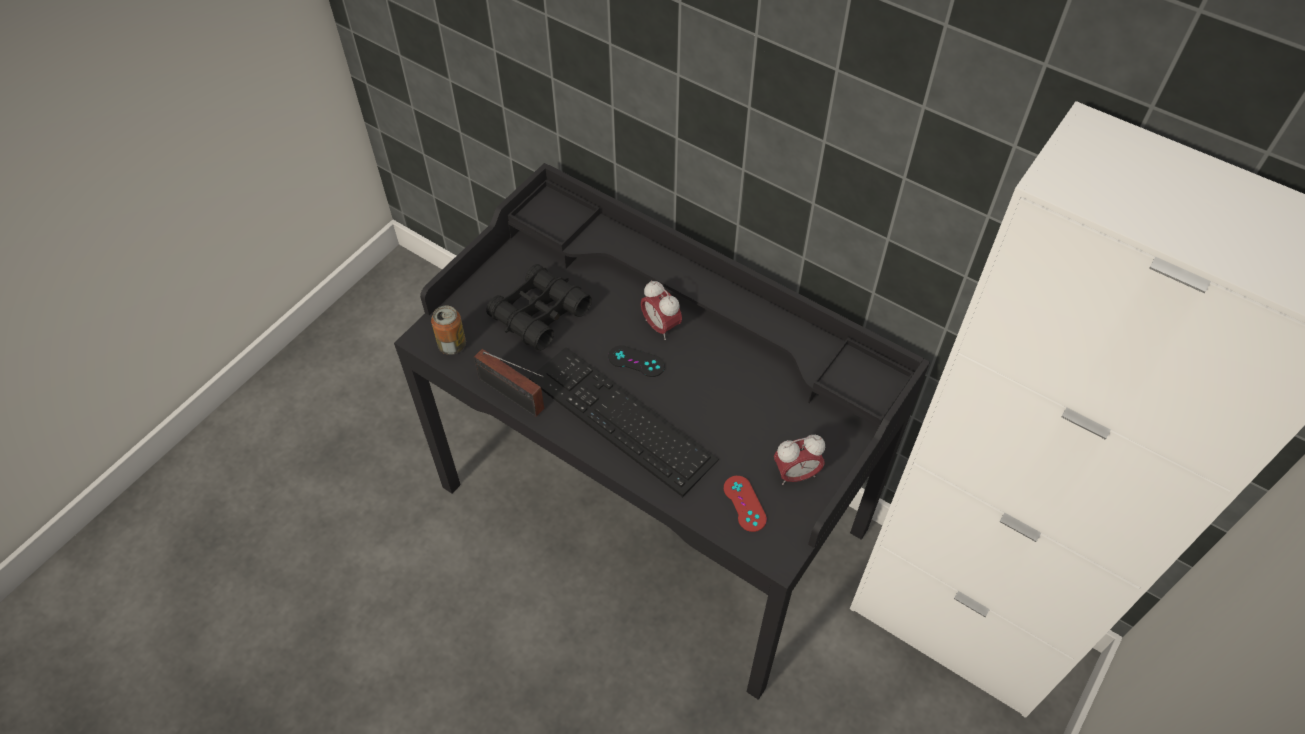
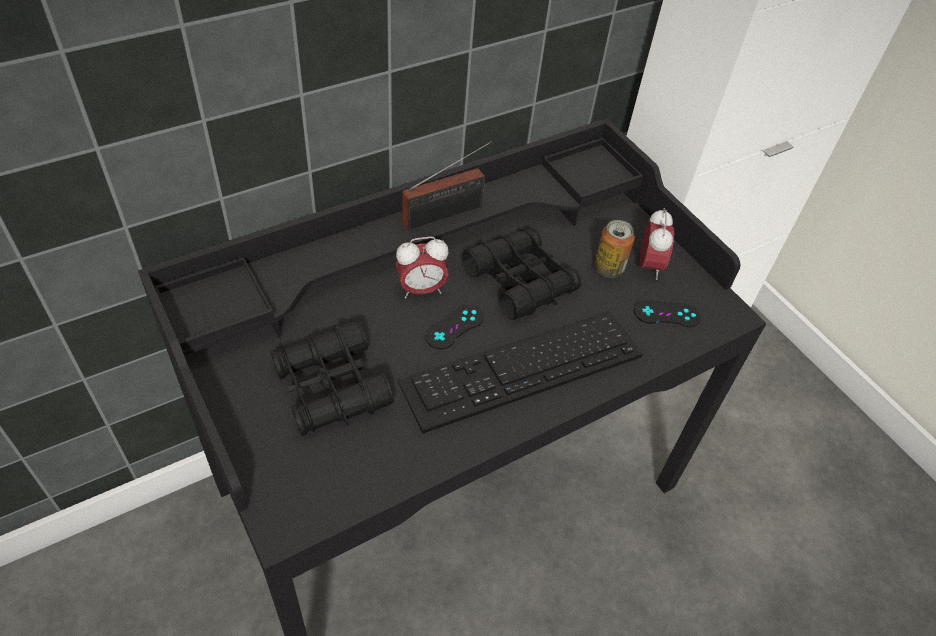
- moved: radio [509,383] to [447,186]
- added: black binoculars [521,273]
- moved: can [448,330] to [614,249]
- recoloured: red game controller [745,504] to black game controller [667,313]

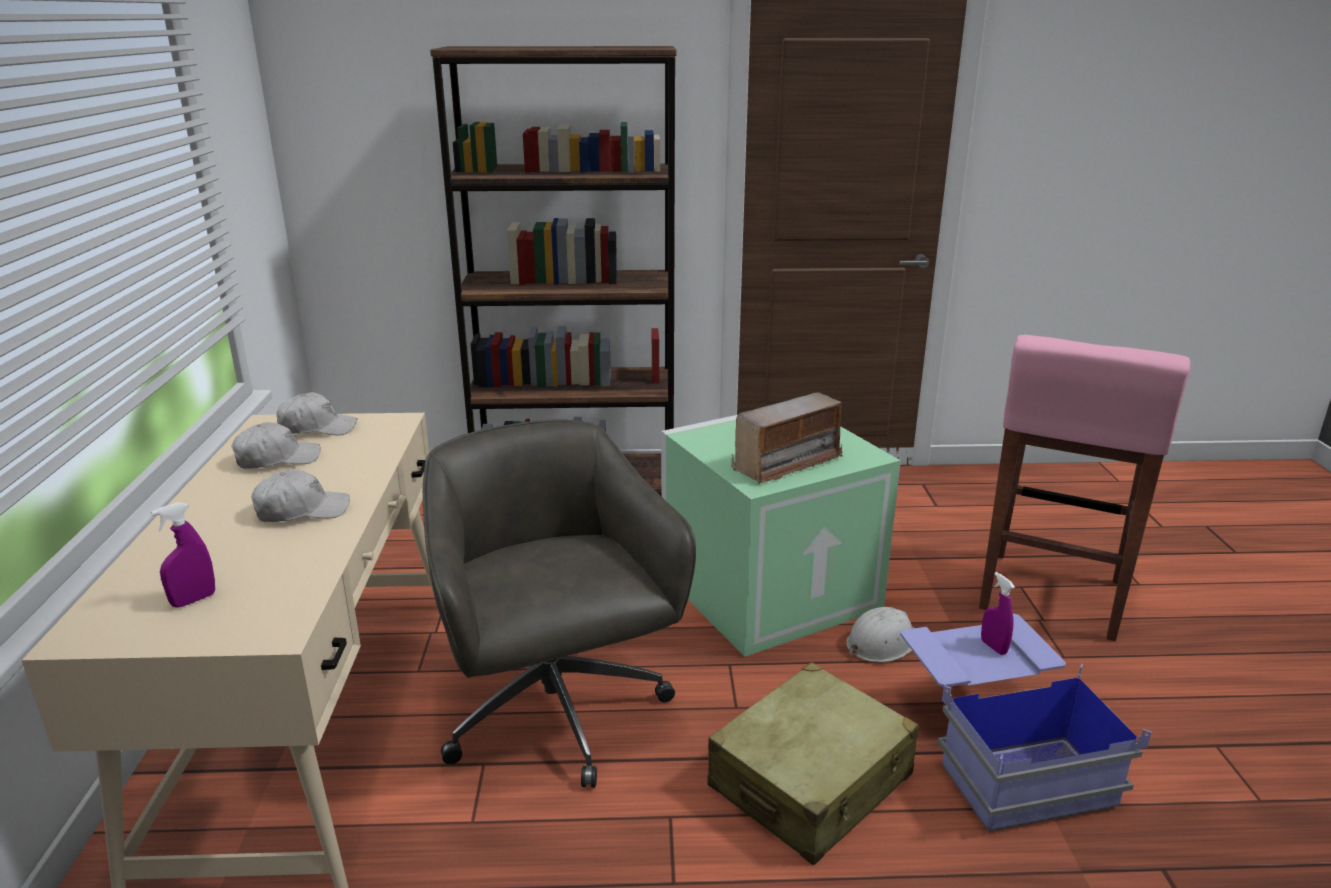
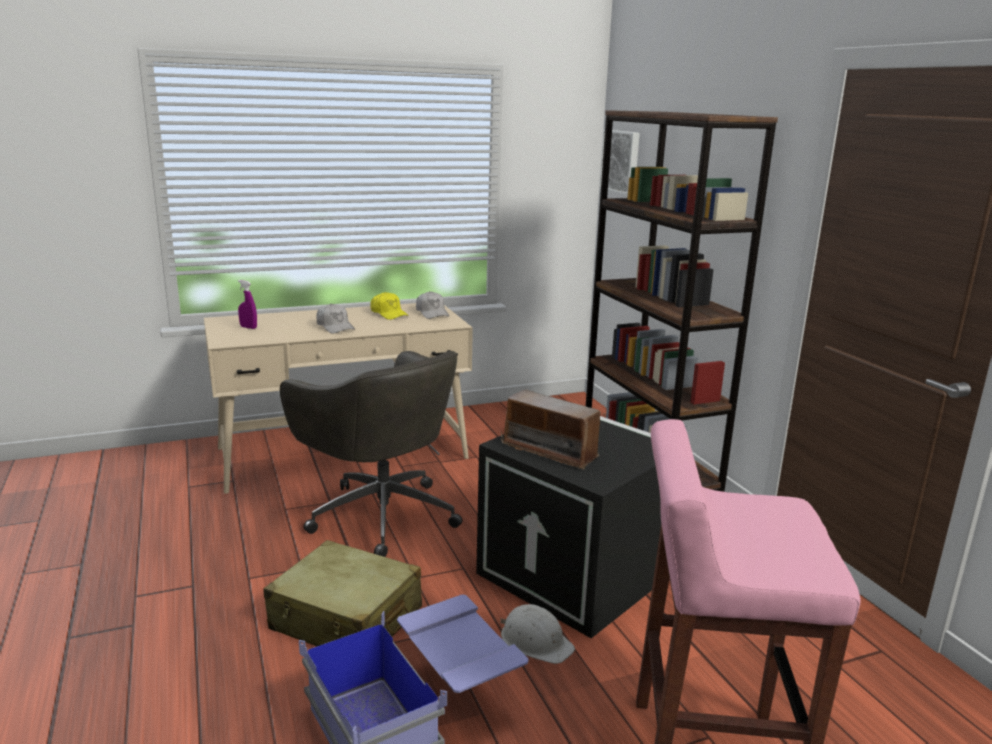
- turned: grey office chair [559,603] = [371,454] 90 degrees clockwise
- recoloured: white cap [276,445] to yellow cap [390,306]
- recoloured: green storage box [781,536] to black storage box [568,527]
- added: picture [619,162]
- removed: purple spray bottle [998,613]

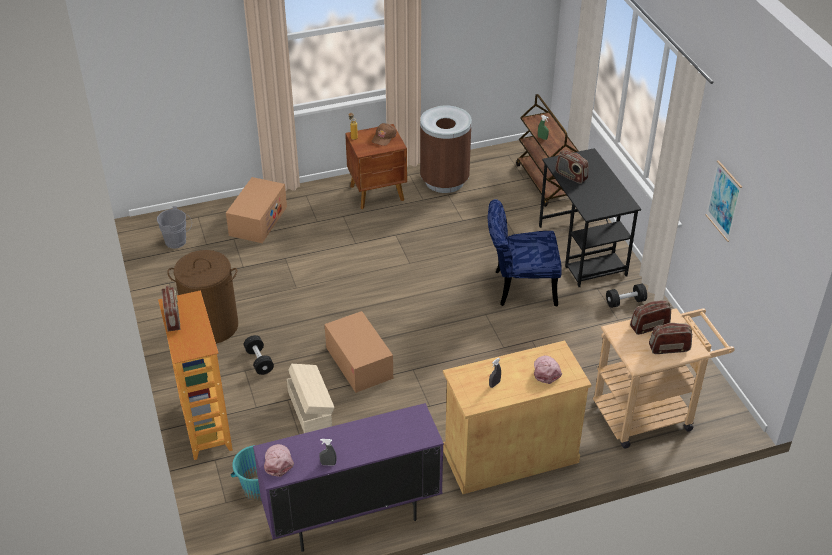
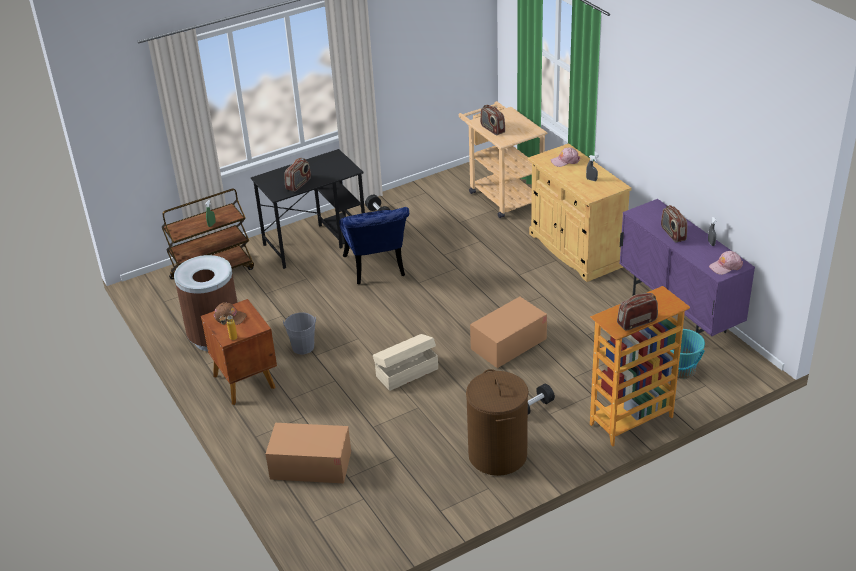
- moved: grey bucket [174,227] to [299,333]
- moved: beige storage box [311,398] to [405,362]
- moved: radio [670,338] to [674,223]
- removed: picture [723,201]

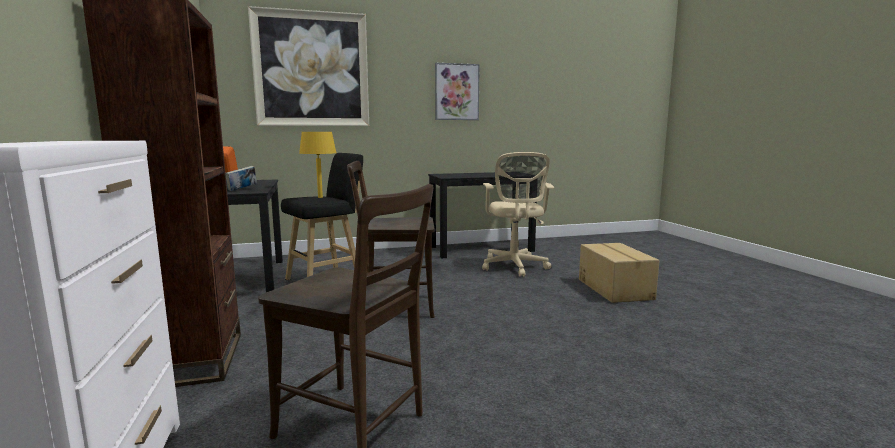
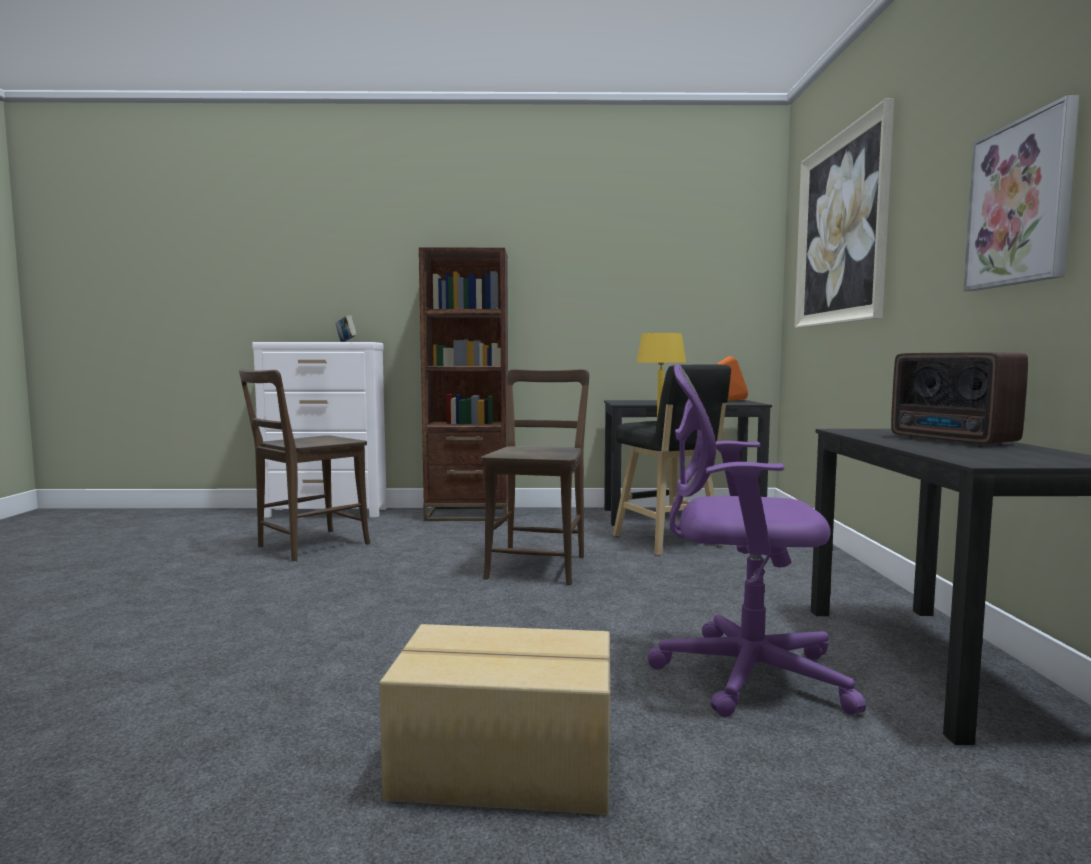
- moved: book [241,178] to [346,328]
- recoloured: beige office chair [518,214] to purple office chair [757,540]
- added: radio [959,399]

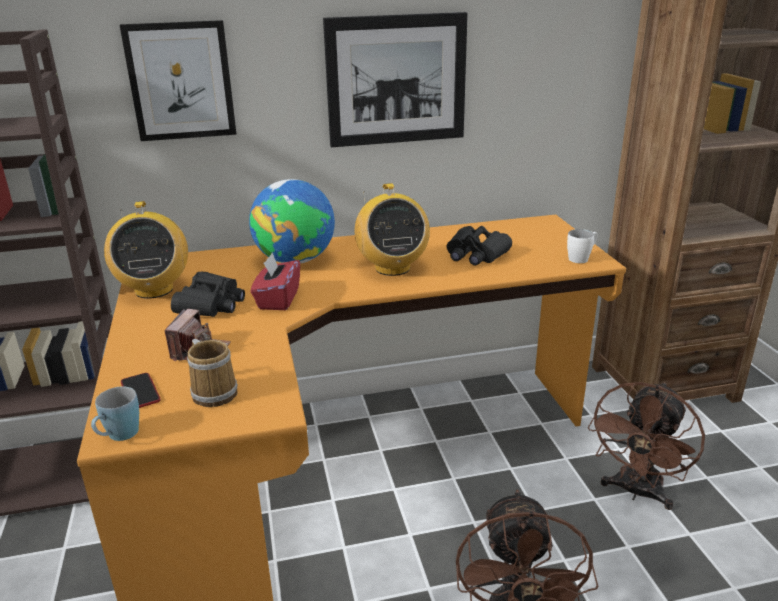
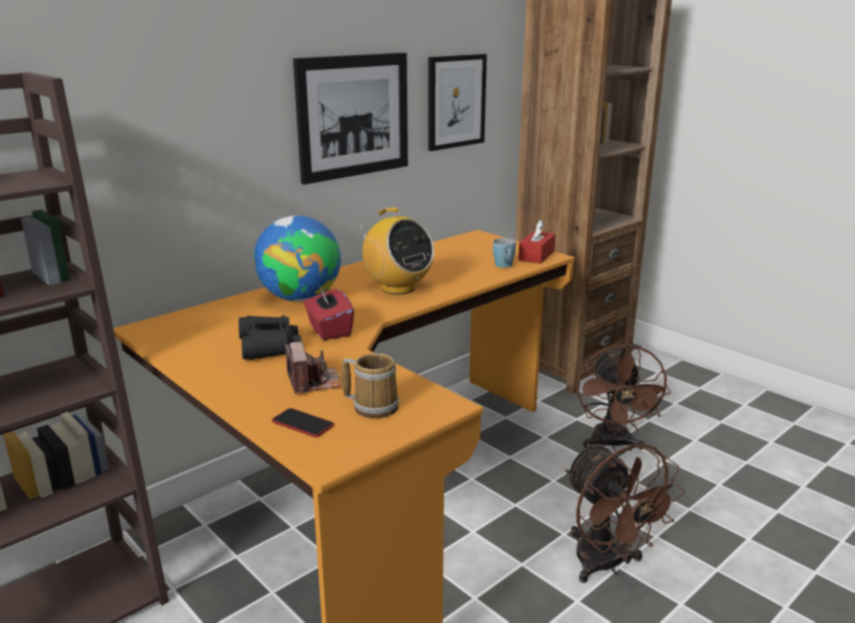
- moved: picture [178,80] to [457,102]
- moved: blue mug [115,413] to [504,253]
- replaced: white mug [582,246] to red tissue box [536,242]
- removed: radio [146,250]
- removed: black binoculars [479,246]

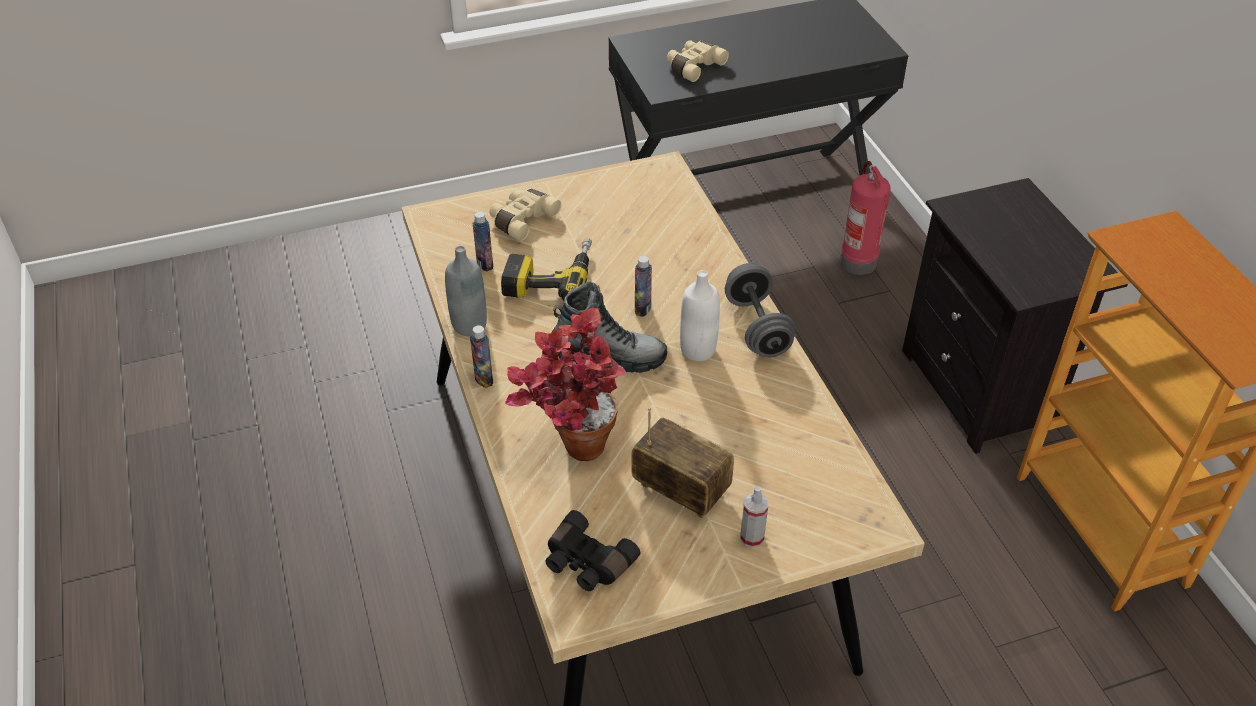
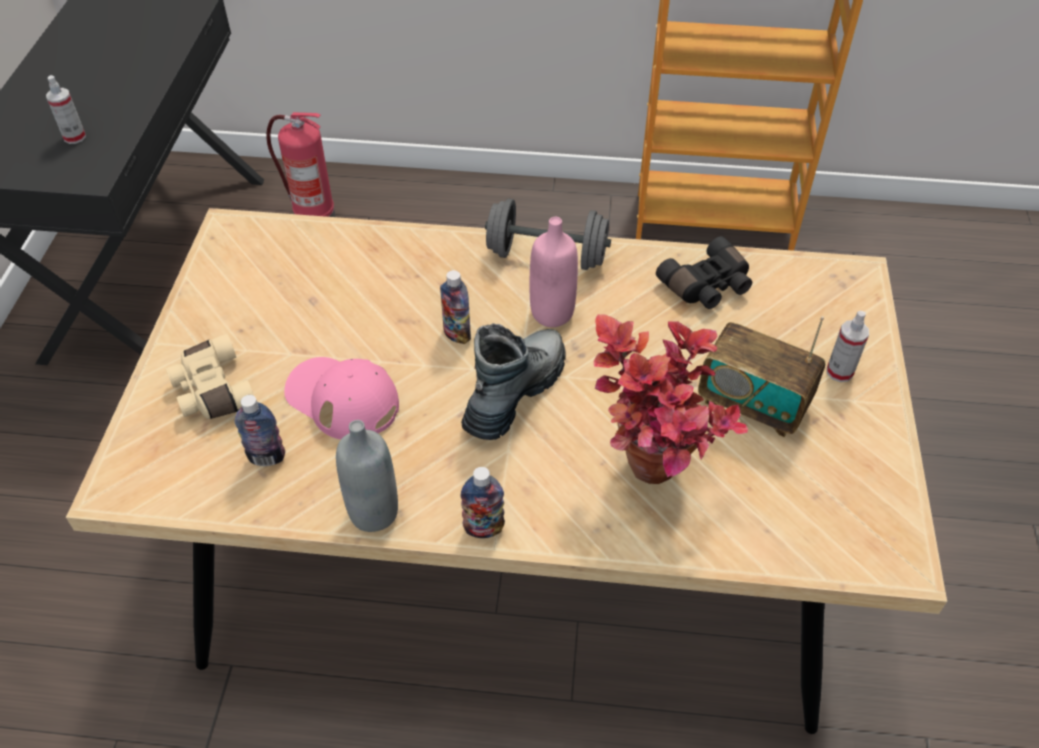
- replaced: beige binoculars [698,61] to spray bottle [66,109]
- replaced: power drill [546,269] to pink cap [341,398]
- recoloured: white bottle [700,315] to pink bottle [553,272]
- moved: black binoculars [592,550] to [704,272]
- turned: radio [682,462] = [761,376] 120 degrees counterclockwise
- removed: black nightstand [1015,316]

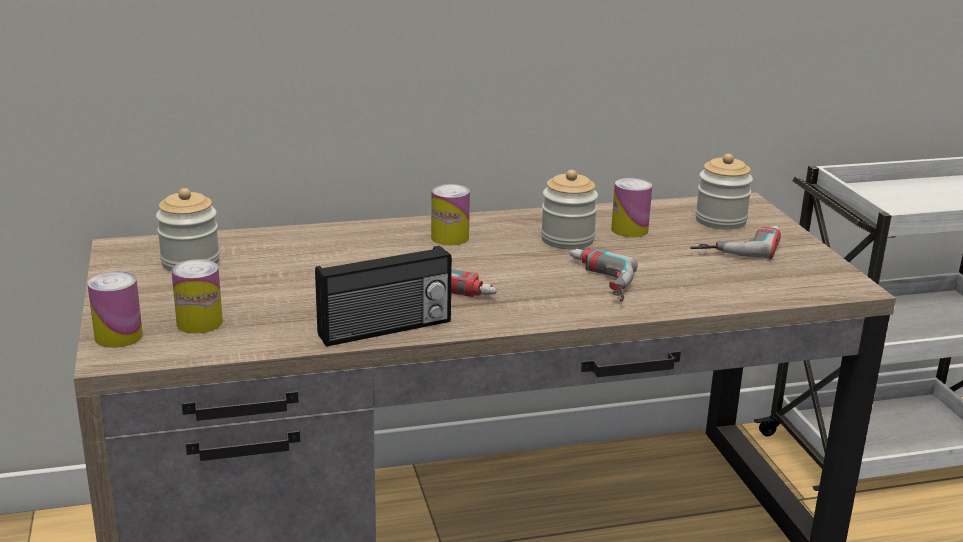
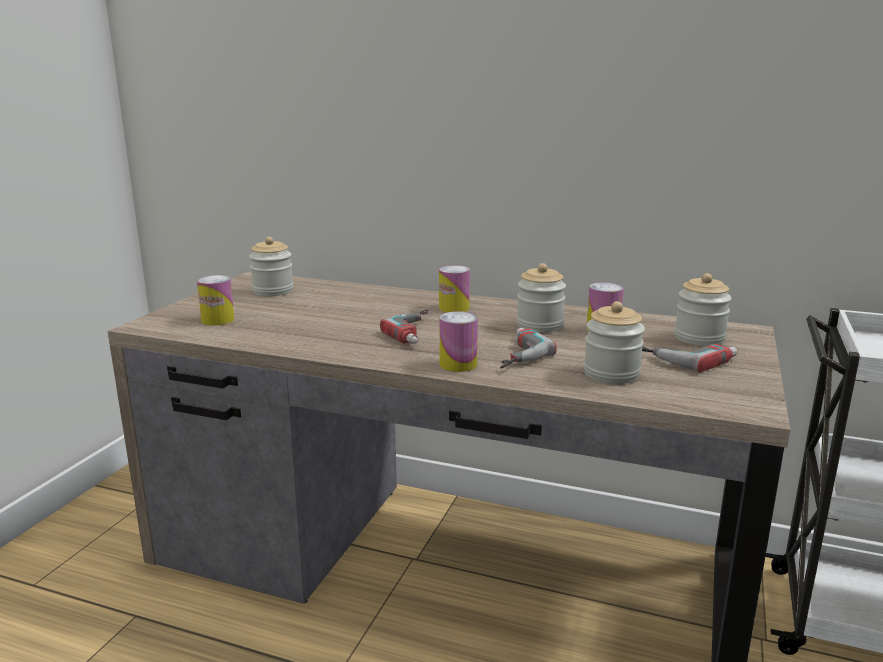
- moved: can [115,309] to [459,341]
- added: jar [614,342]
- removed: radio [383,296]

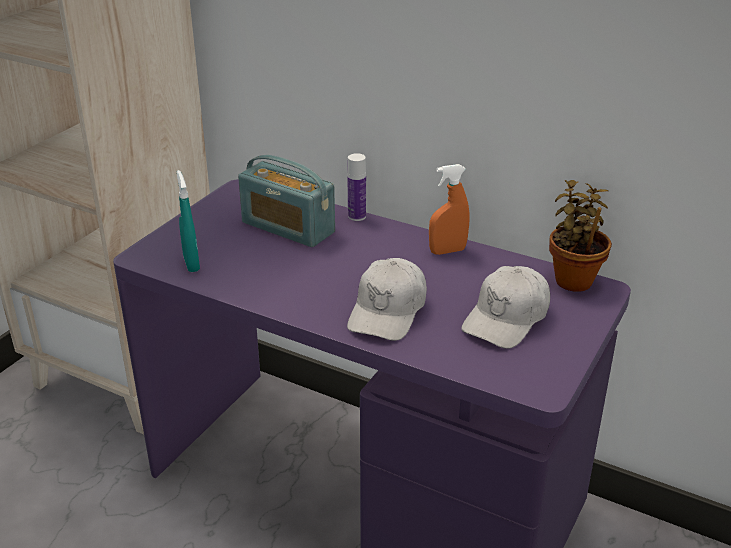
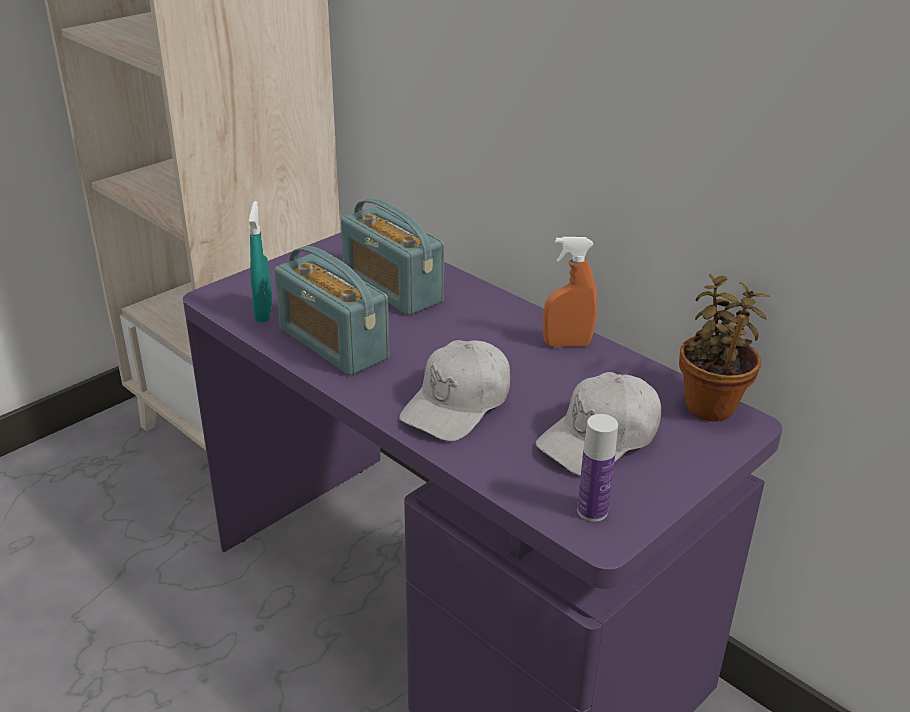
- added: radio [332,310]
- moved: bottle [356,187] to [597,468]

